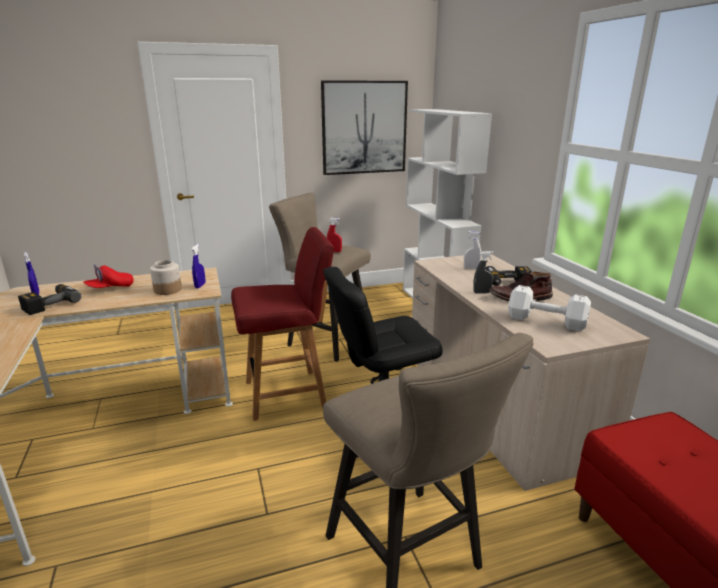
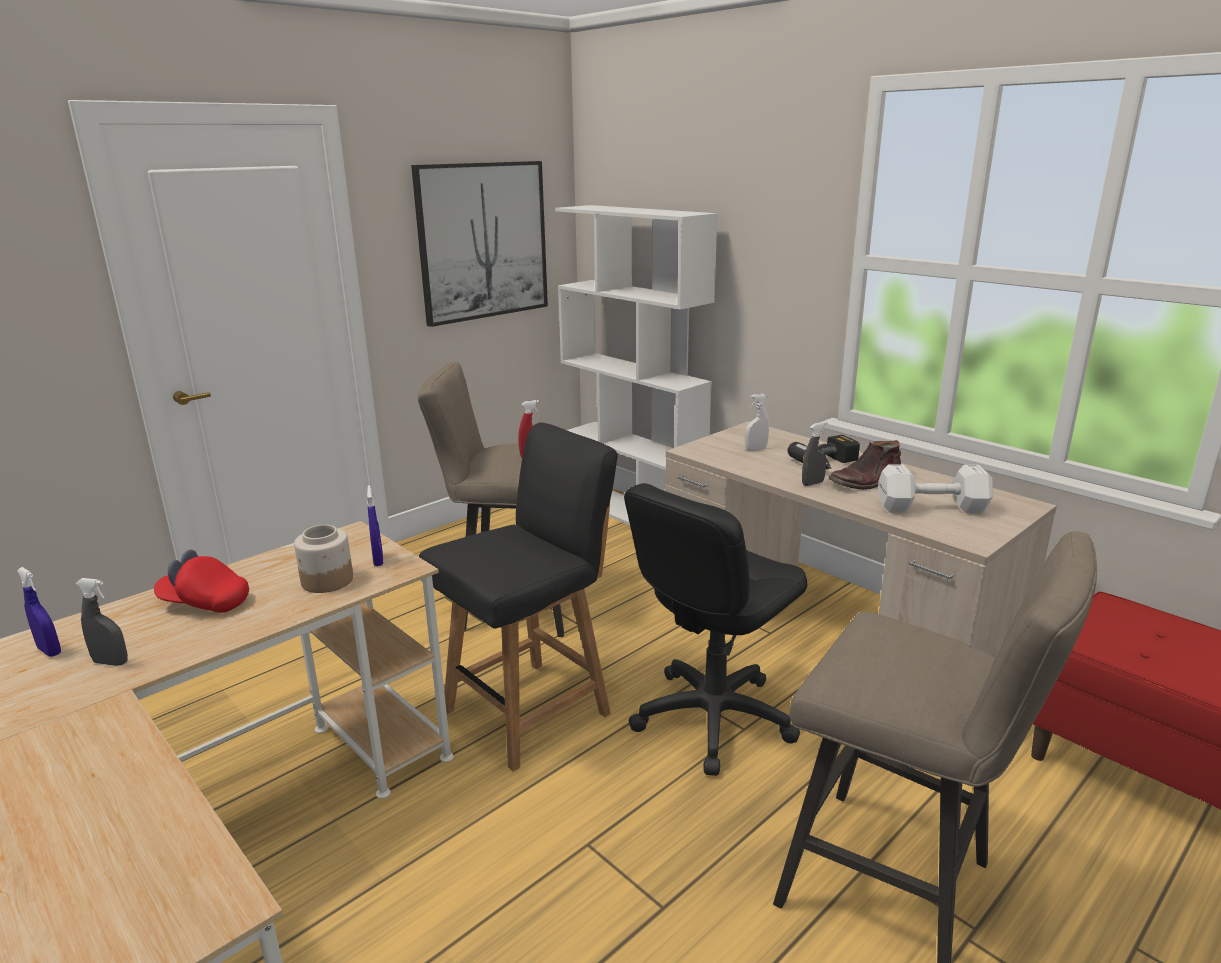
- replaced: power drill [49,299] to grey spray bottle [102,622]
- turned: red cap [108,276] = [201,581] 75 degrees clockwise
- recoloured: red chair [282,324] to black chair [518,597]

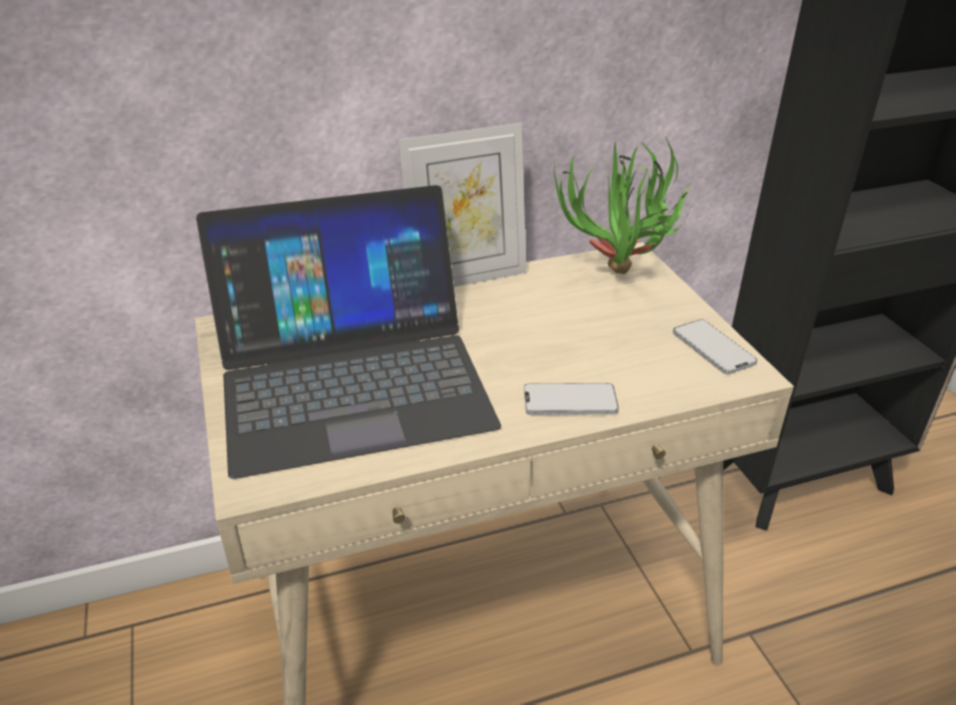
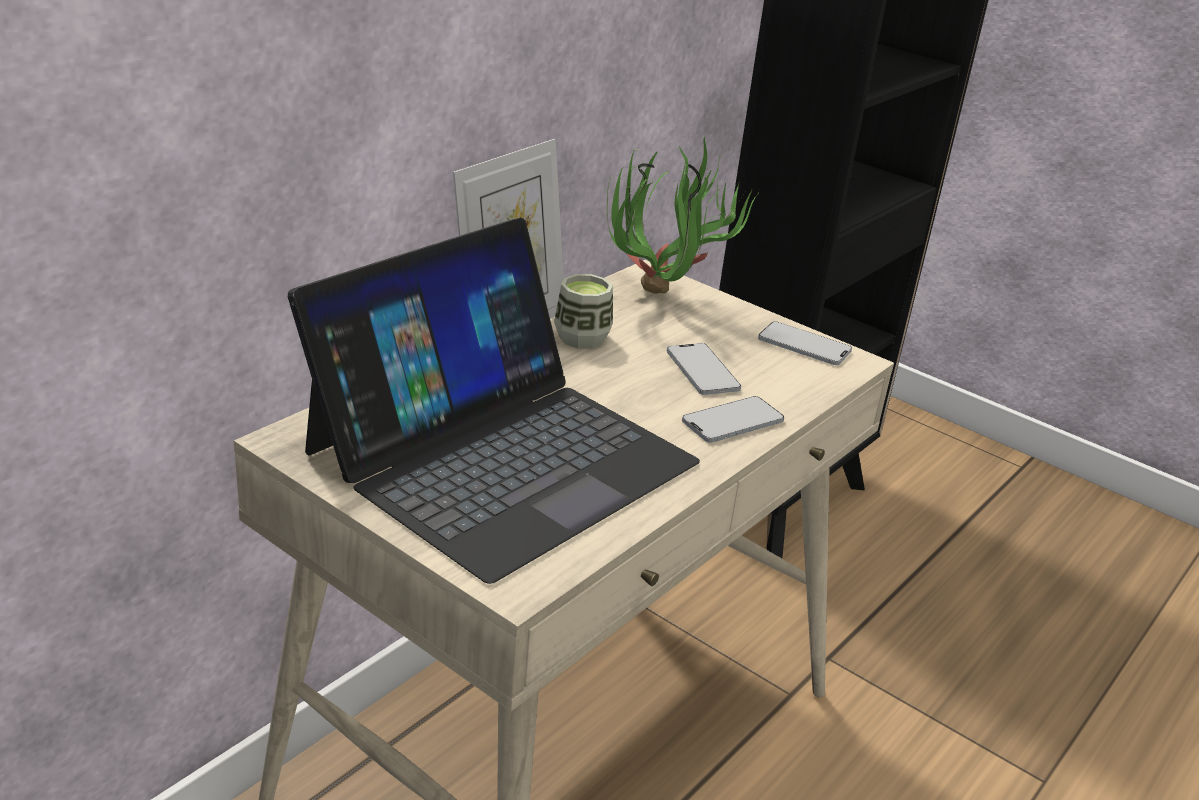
- added: cup [583,311]
- added: phone [704,369]

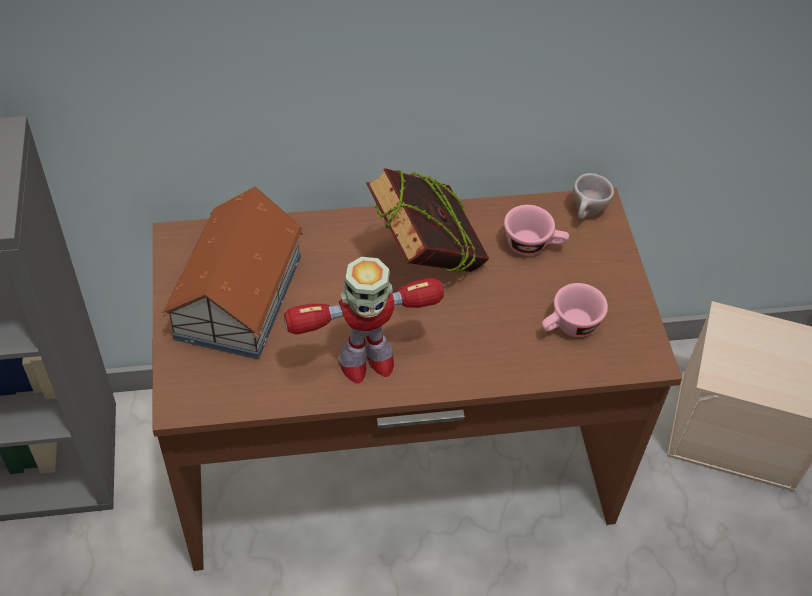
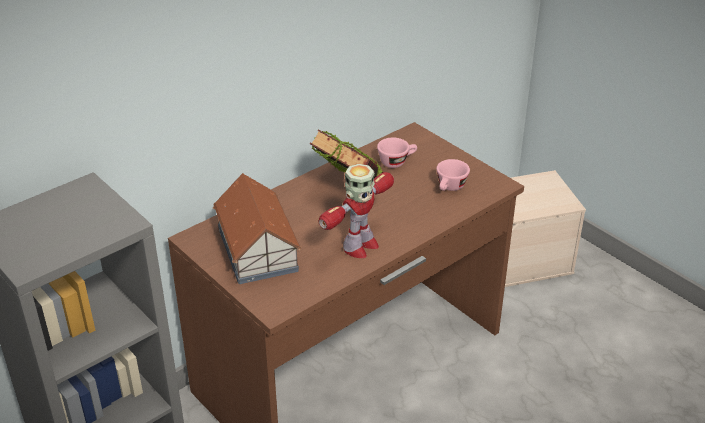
- removed: beige cup [593,196]

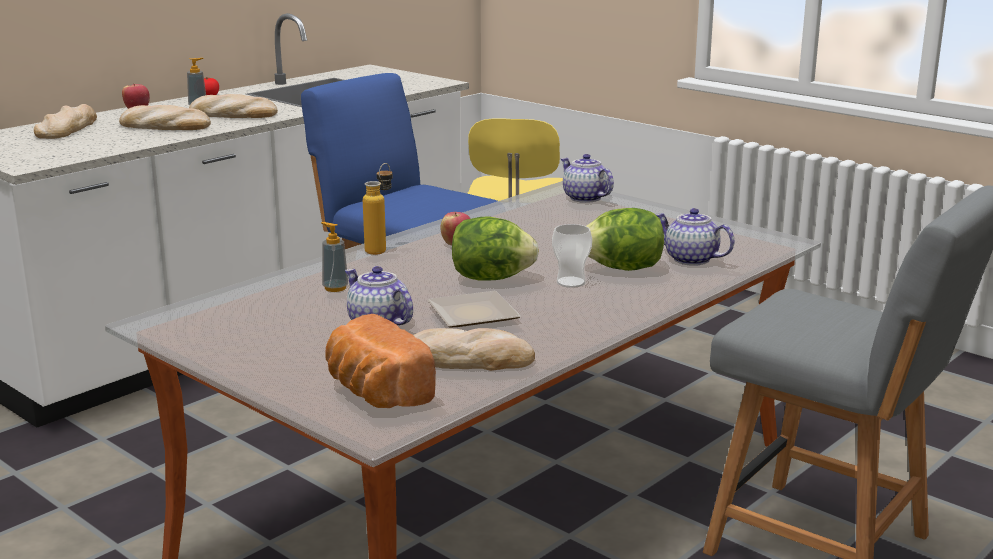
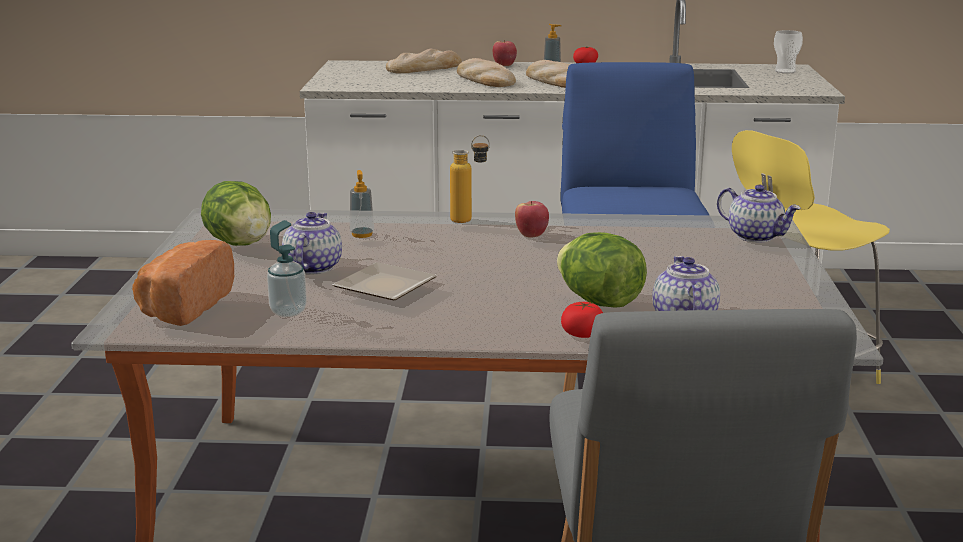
- moved: lettuce [495,248] to [236,213]
- replaced: bread [474,349] to soap dispenser [287,268]
- added: tomato [582,320]
- turned: teapot [587,178] = [759,214] 120 degrees clockwise
- moved: cup [572,256] to [788,51]

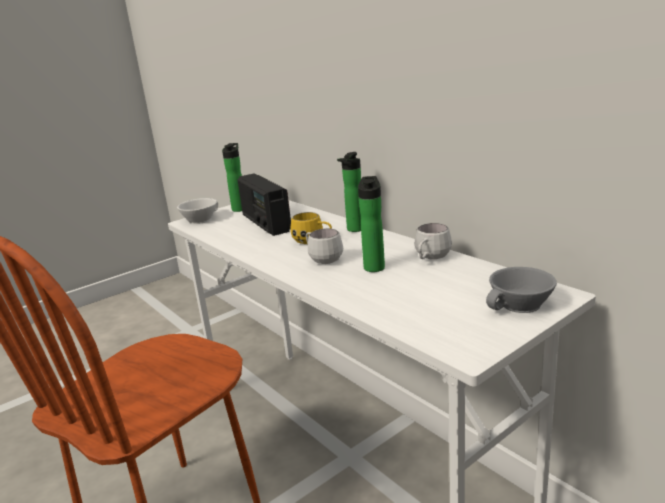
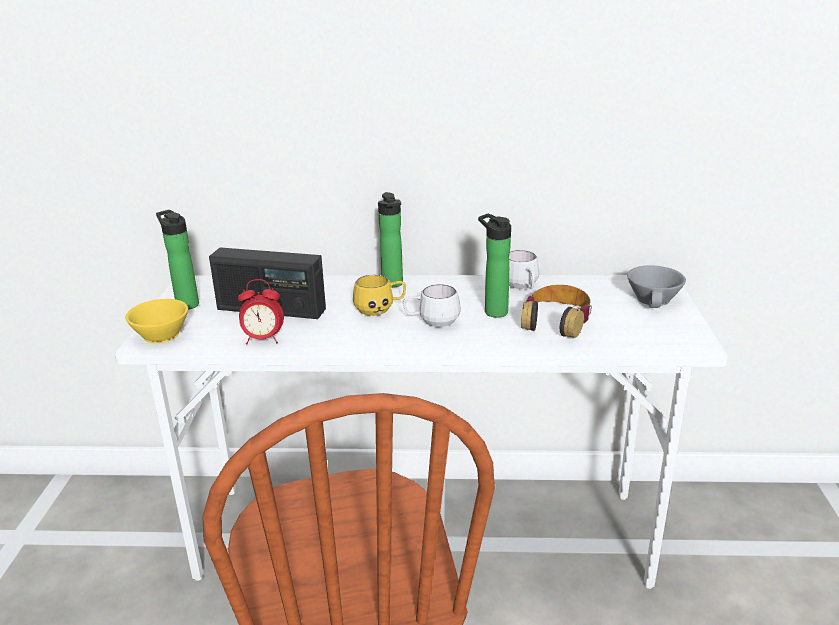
- recoloured: white cup [197,211] to yellow cup [156,321]
- added: alarm clock [261,312]
- added: headphones [556,311]

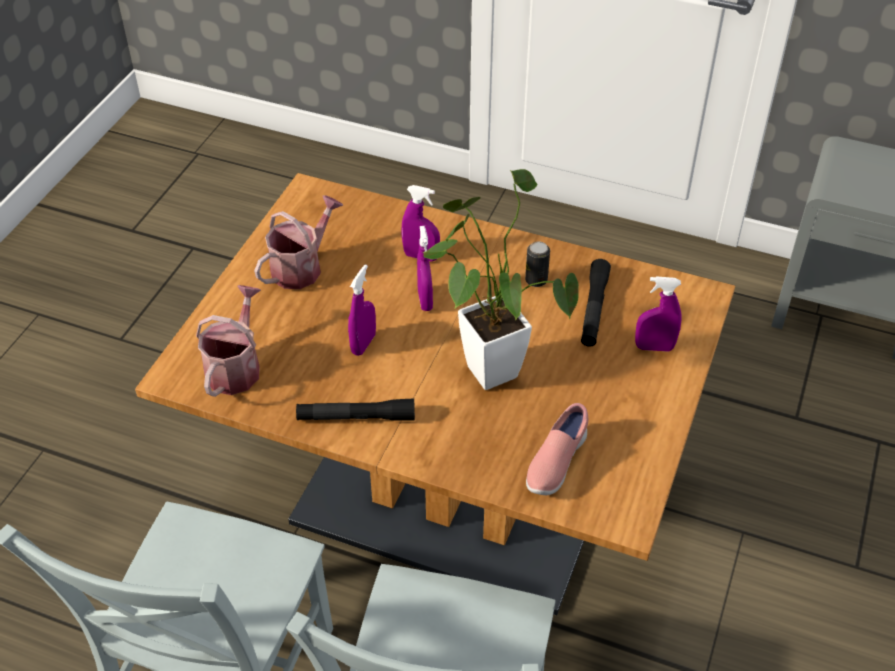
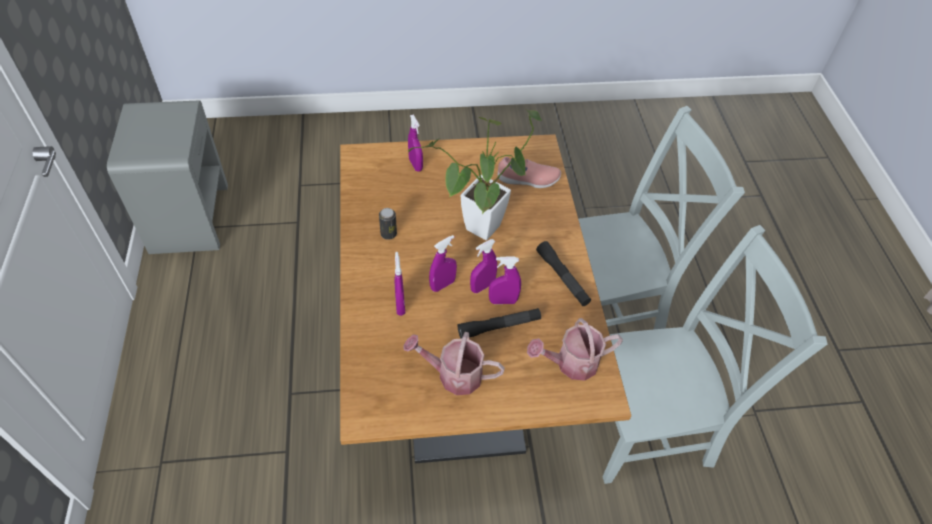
- moved: black flashlight [596,303] to [499,323]
- added: purple spray bottle [483,266]

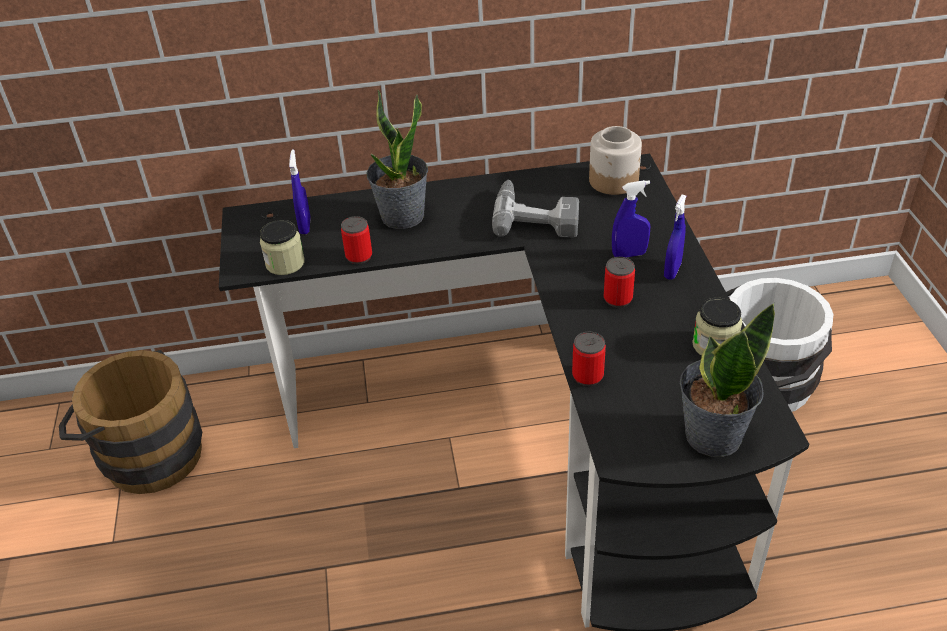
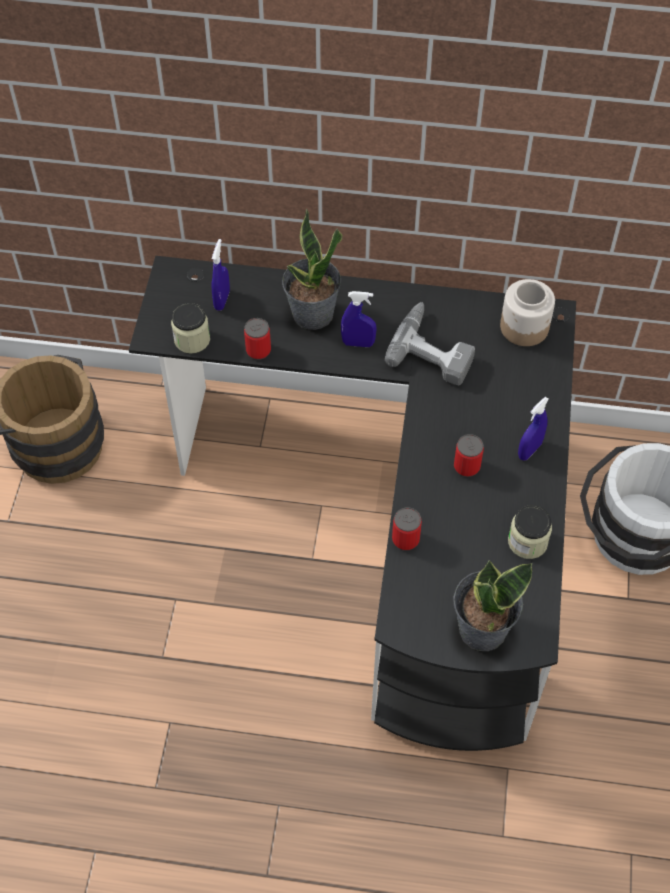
- moved: blue spray bottle [631,218] to [359,319]

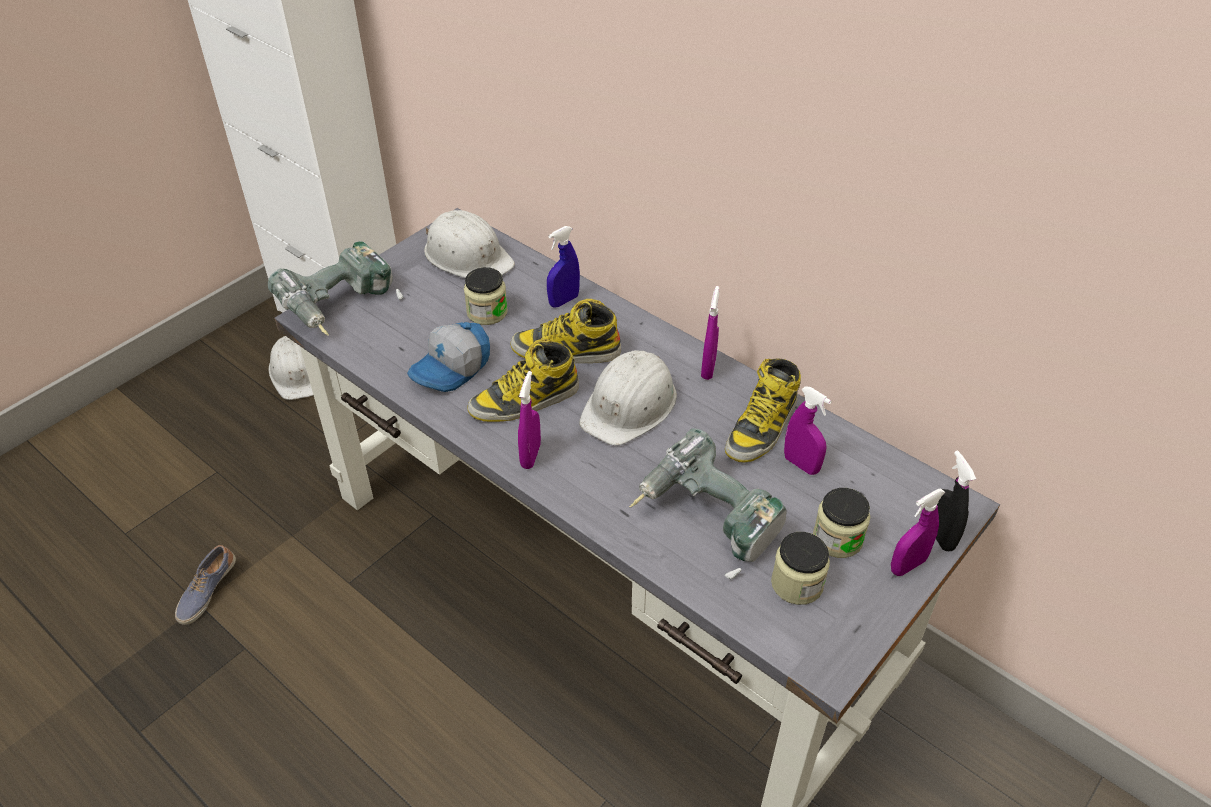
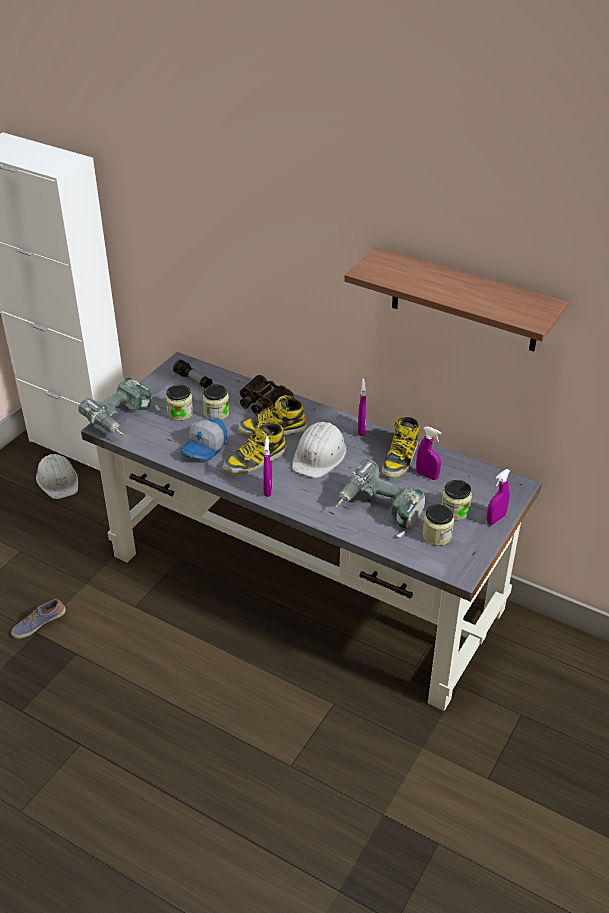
- turned: shoe [205,585] = [38,619] 45 degrees clockwise
- added: jar [179,403]
- replaced: white hard hat [469,244] to flashlight [192,373]
- replaced: blue spray bottle [563,267] to binoculars [267,394]
- added: shelf [456,299]
- removed: black spray bottle [956,501]

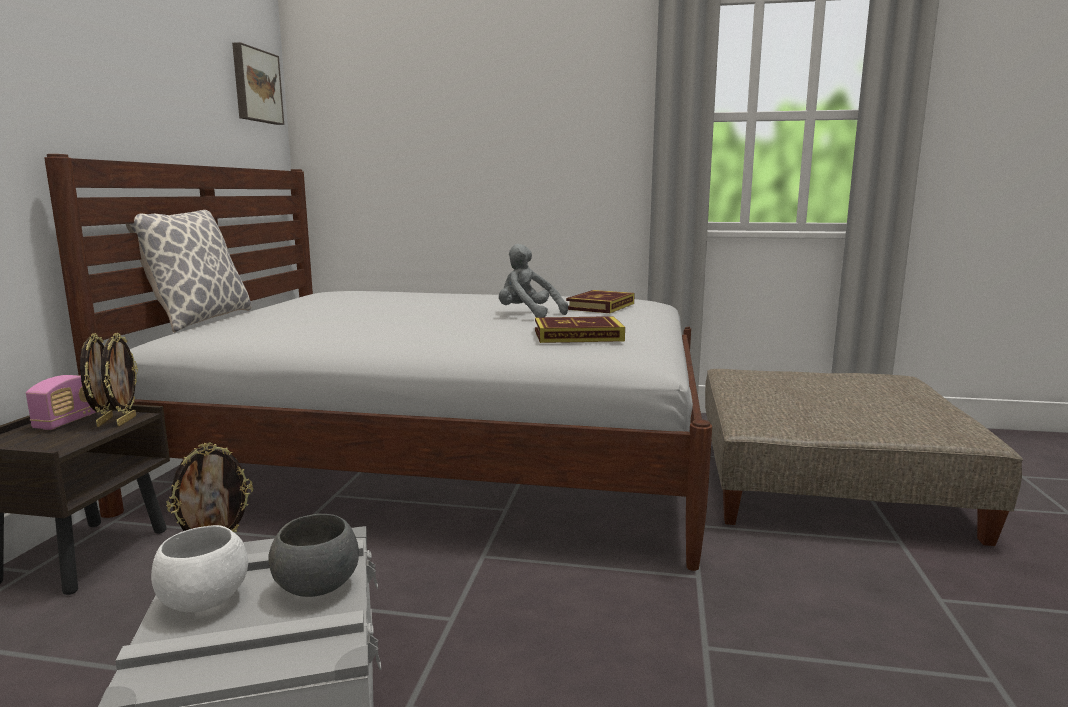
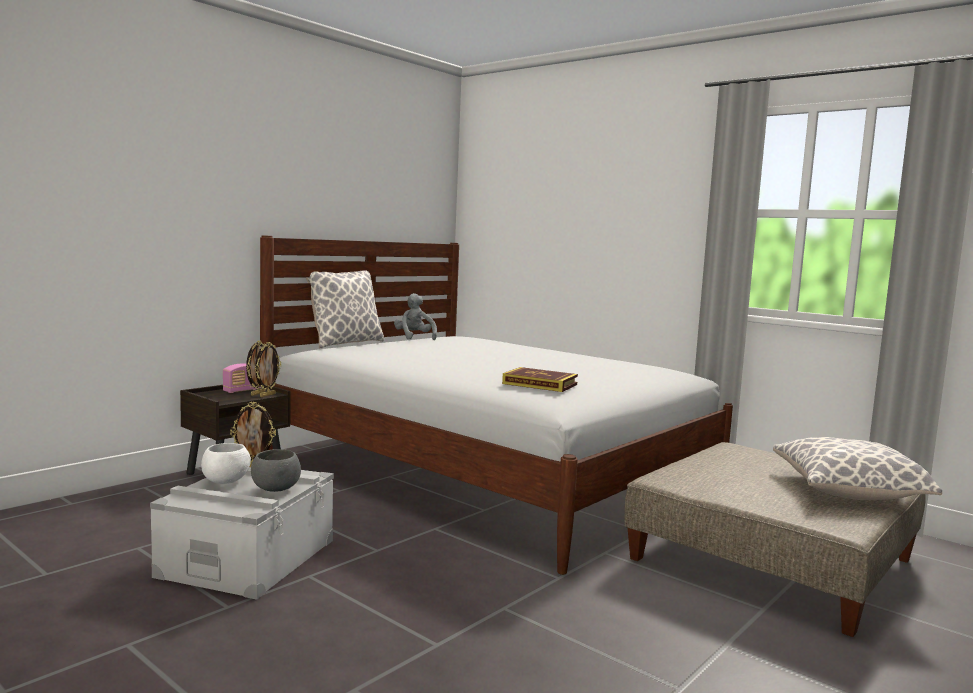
- moved: grey plush toy [533,280] to [415,316]
- added: pillow [857,468]
- removed: picture [258,83]
- removed: book [600,301]

